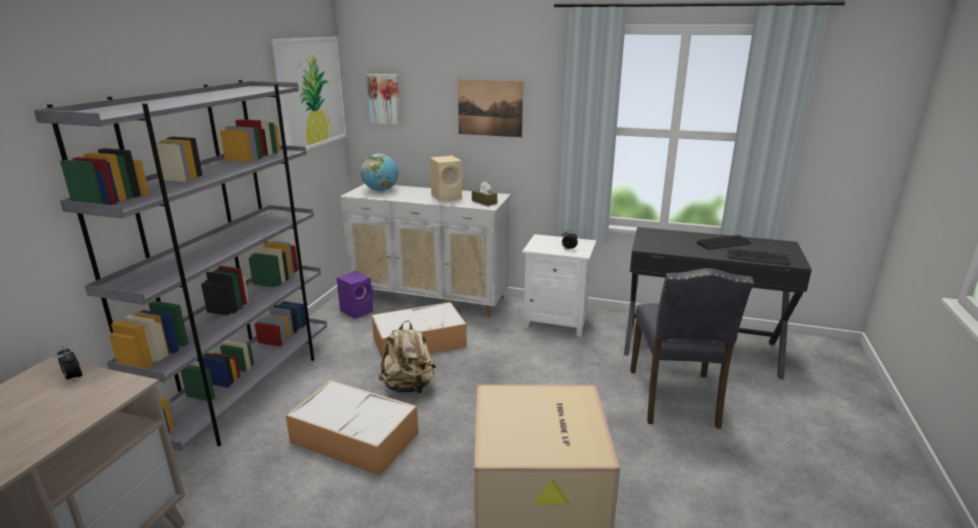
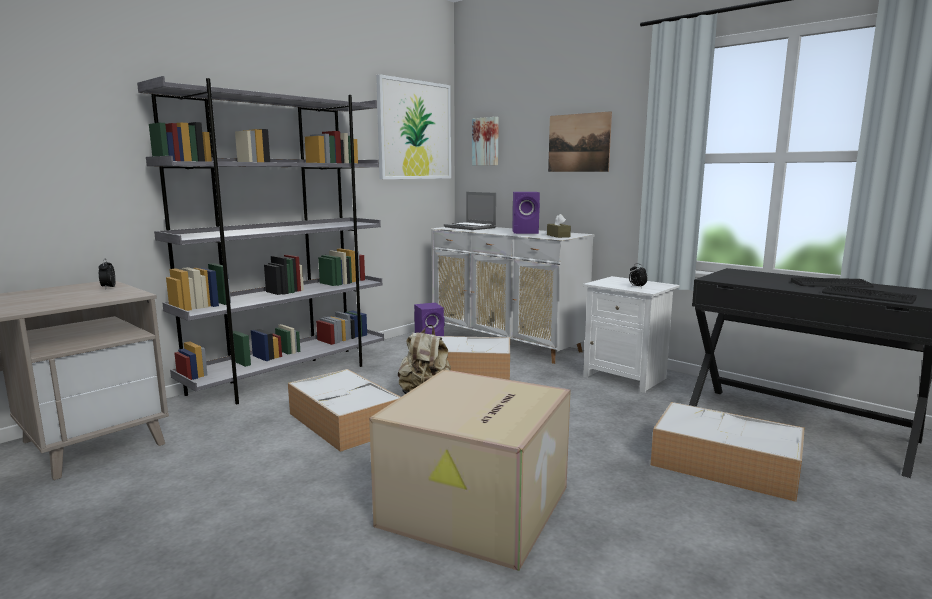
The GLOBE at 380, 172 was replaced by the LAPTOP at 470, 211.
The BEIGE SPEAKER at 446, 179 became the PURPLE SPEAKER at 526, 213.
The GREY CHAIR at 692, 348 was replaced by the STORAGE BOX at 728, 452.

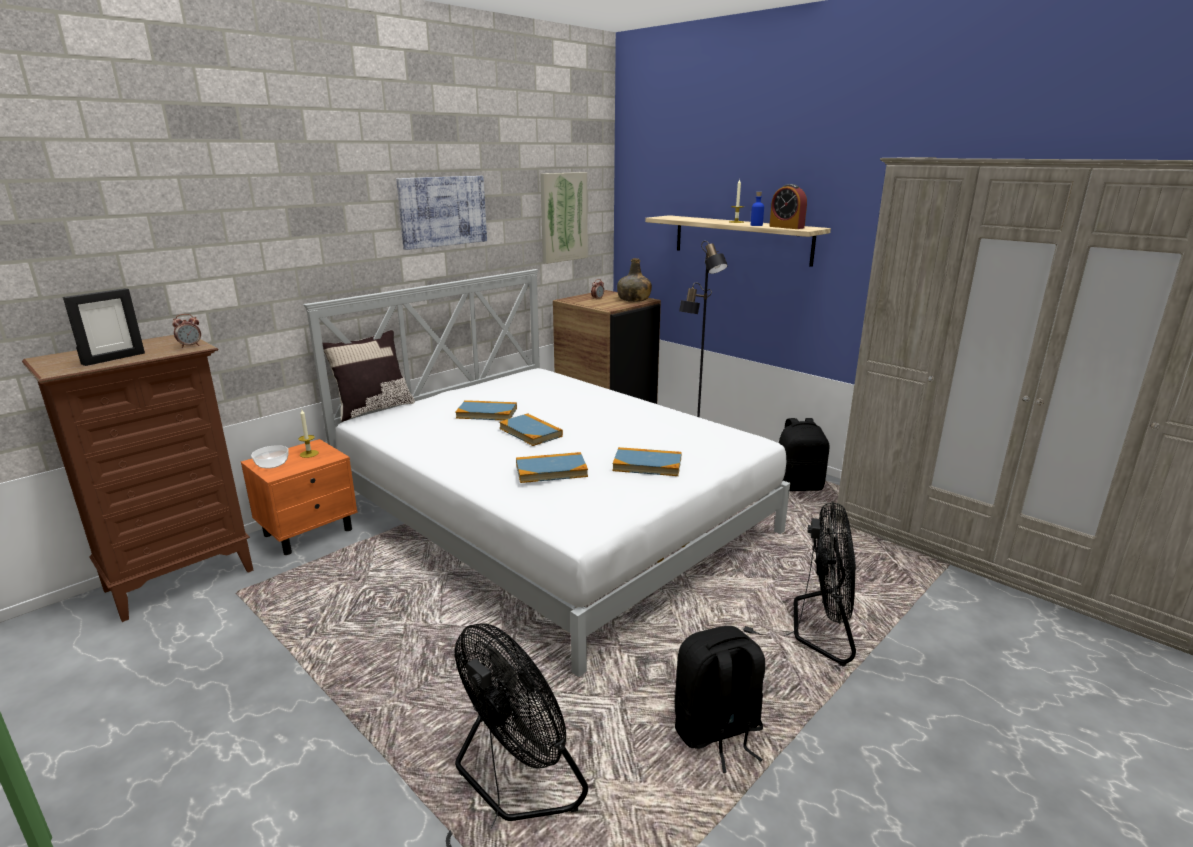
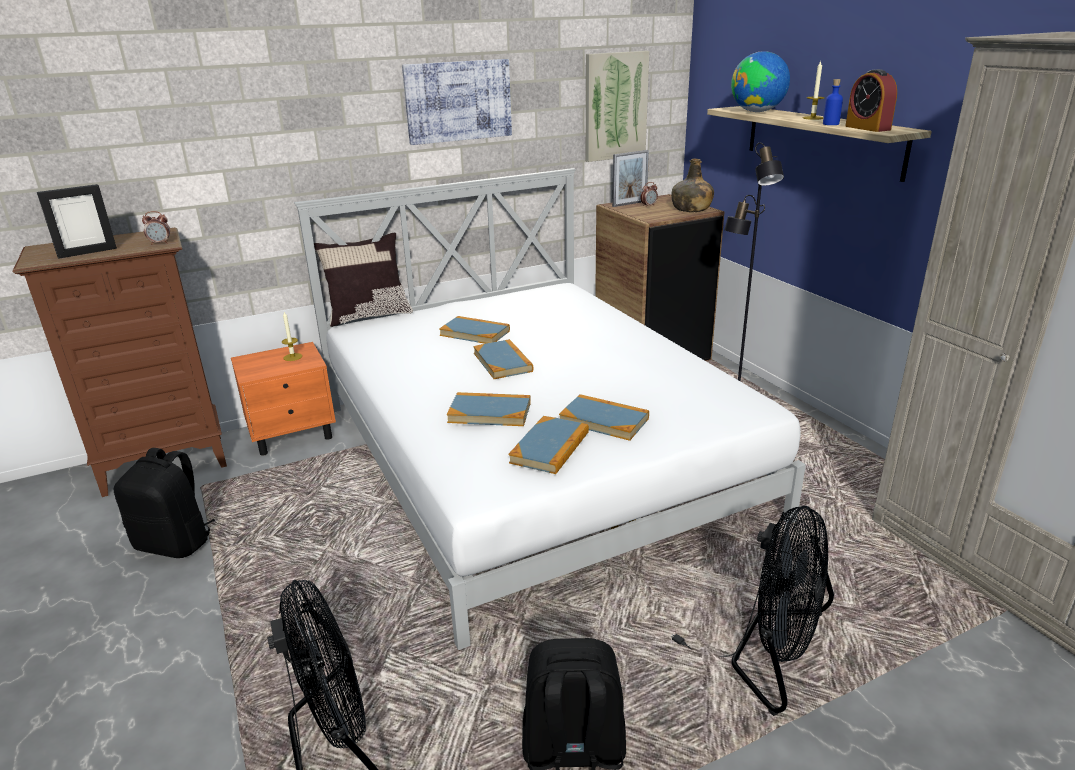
The BLACK BACKPACK moved from 804, 454 to 164, 503.
The BOWL at 270, 457 disappeared.
The GLOBE at 760, 81 appeared.
The PICTURE FRAME at 630, 178 appeared.
The BOOK at 549, 445 appeared.

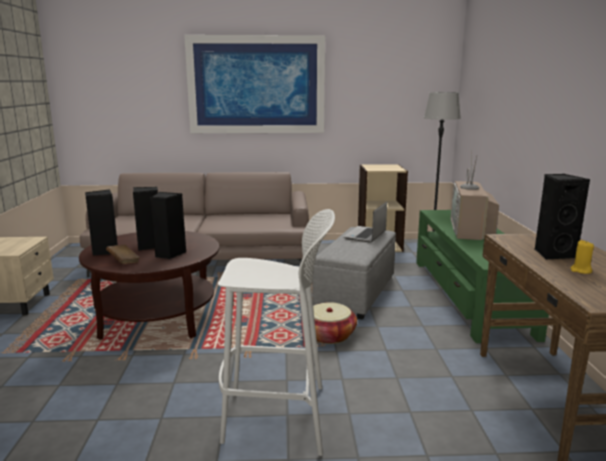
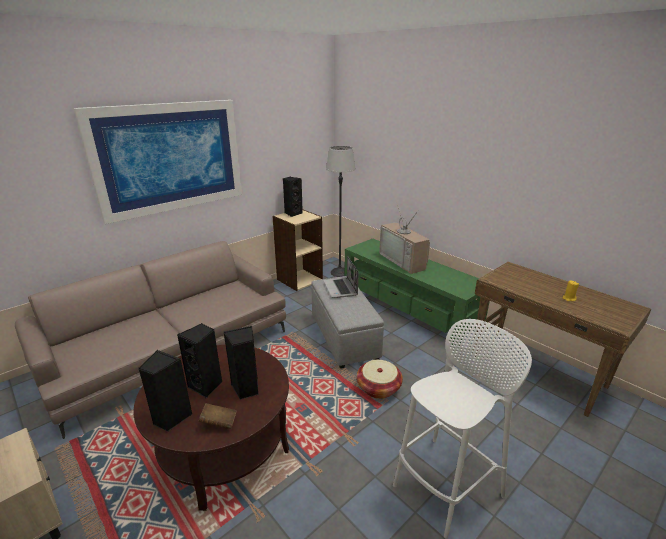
The BLACK SPEAKER moved from 562, 217 to 293, 197.

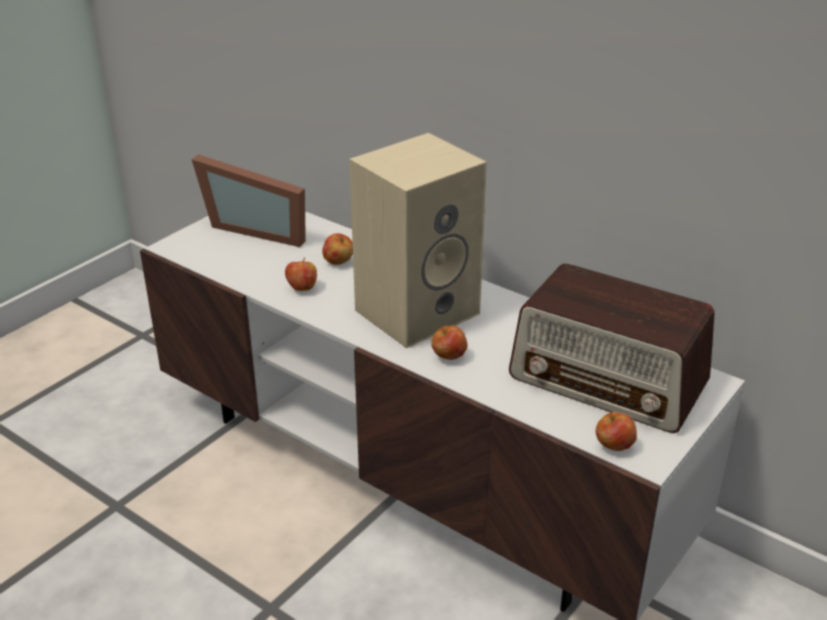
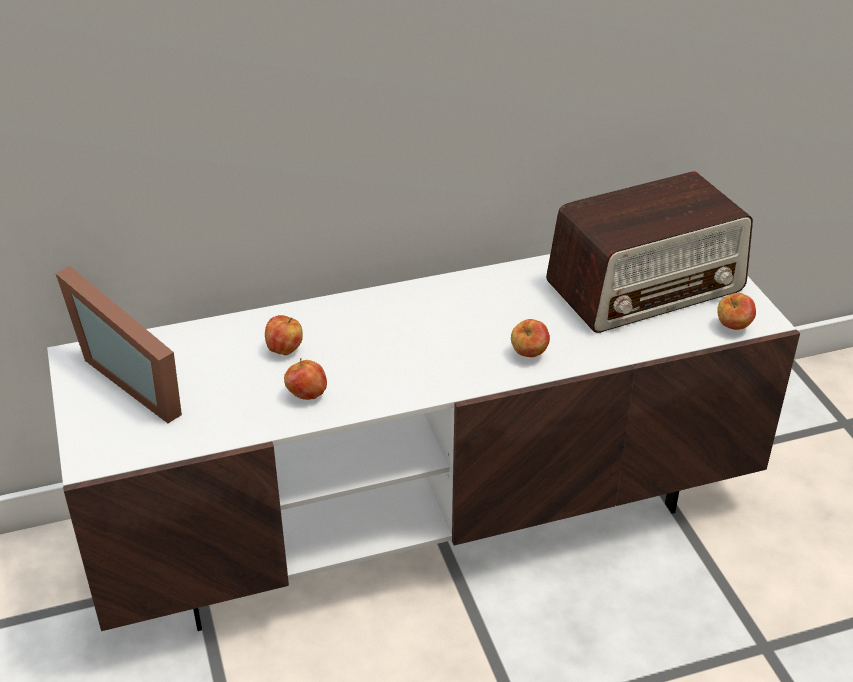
The BEIGE SPEAKER at 418, 240 disappeared.
The PICTURE FRAME at 249, 200 turned 75 degrees clockwise.

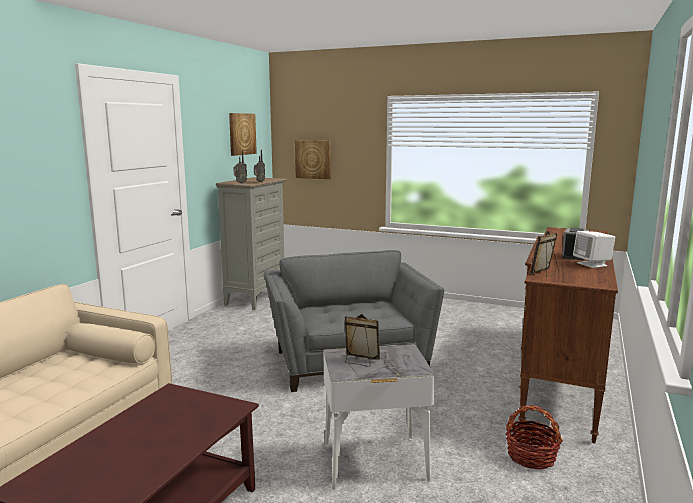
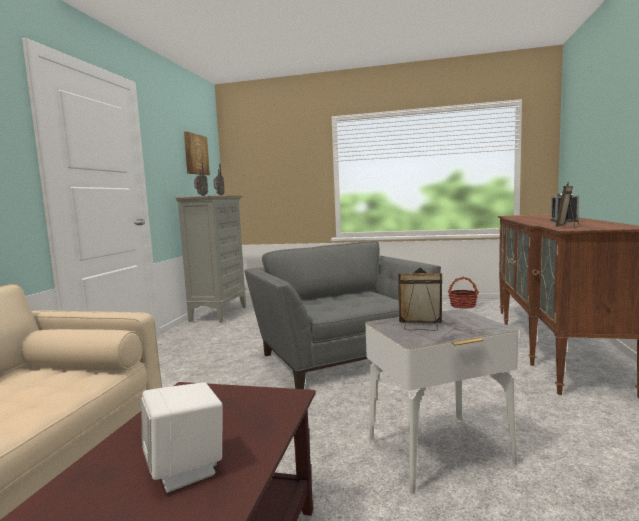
The PICTURE at 313, 159 disappeared.
The WHITE SPEAKER moved from 594, 249 to 182, 437.
The BASKET moved from 534, 437 to 463, 293.

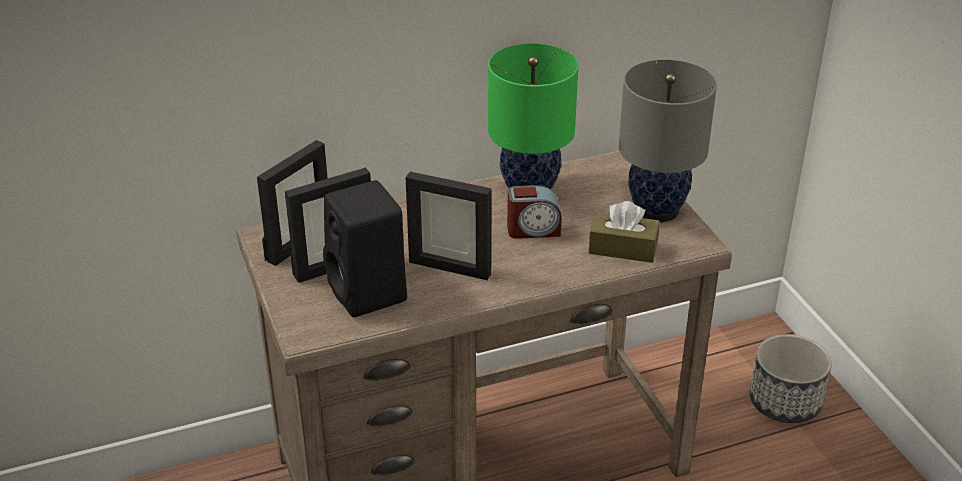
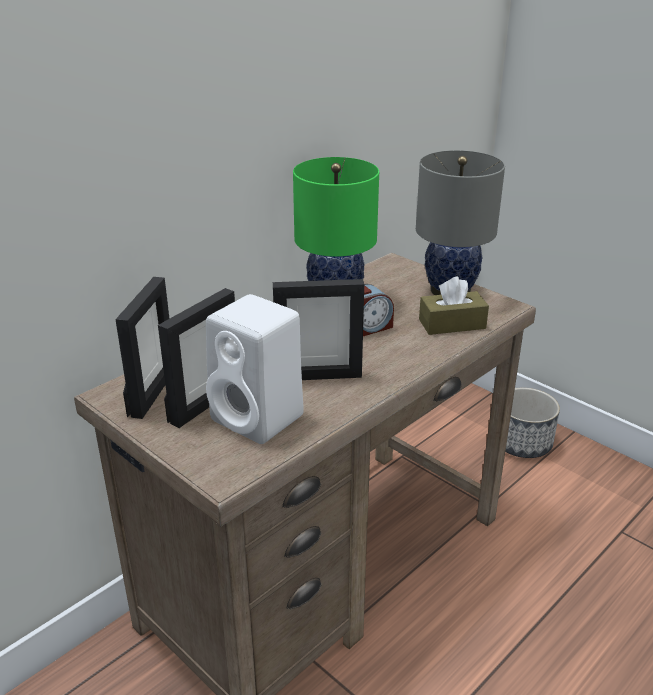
The BLACK SPEAKER at 365, 248 became the WHITE SPEAKER at 255, 369.

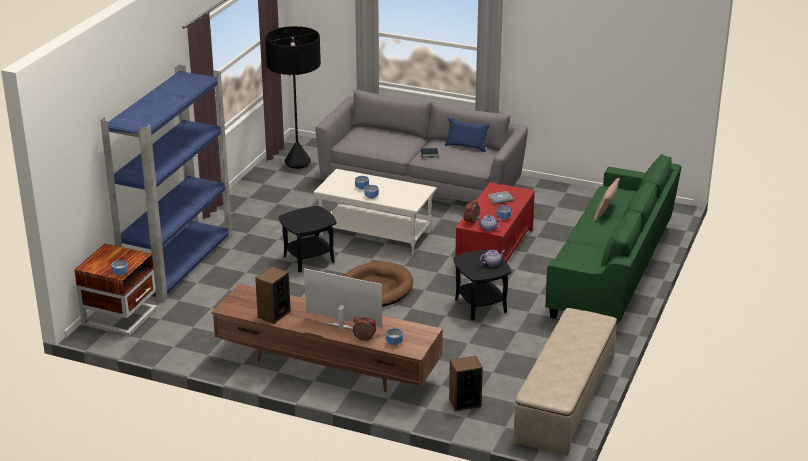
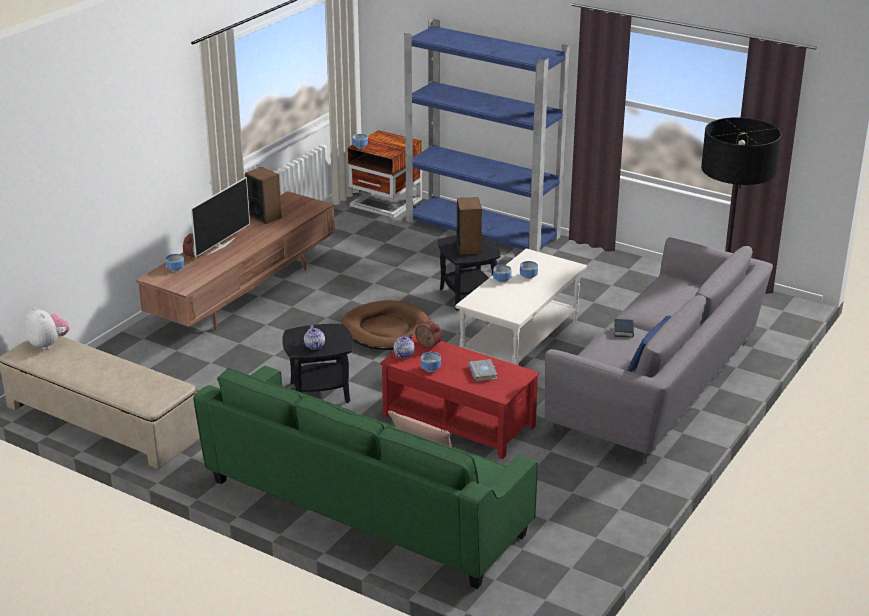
The SPEAKER moved from 466, 383 to 469, 226.
The PLUSH TOY at 47, 328 appeared.

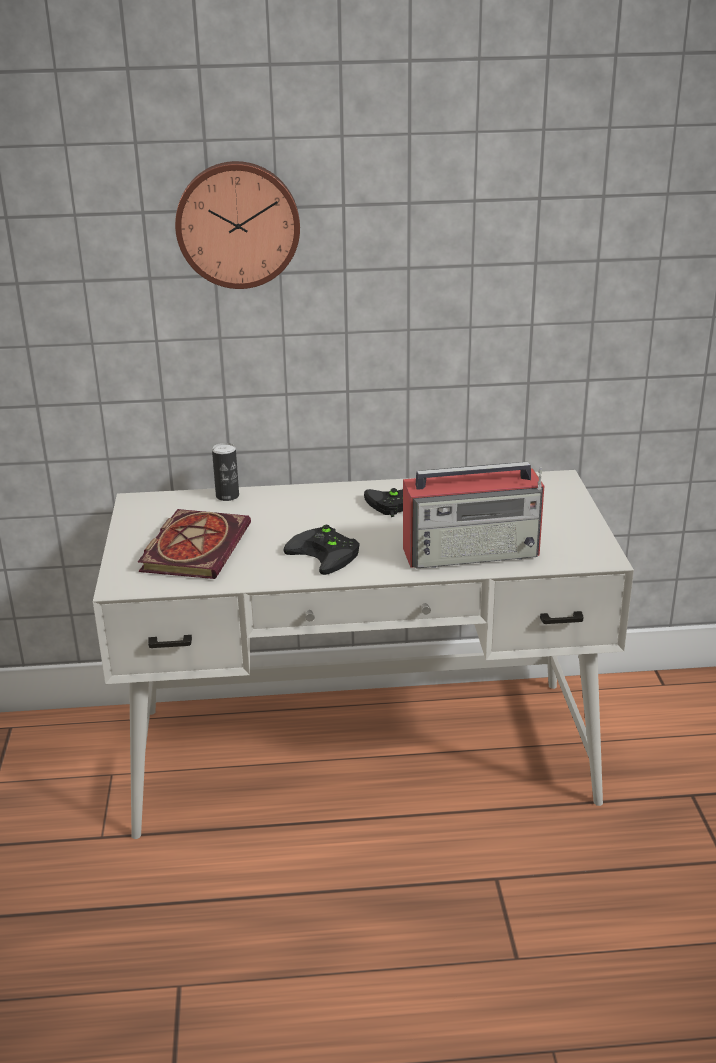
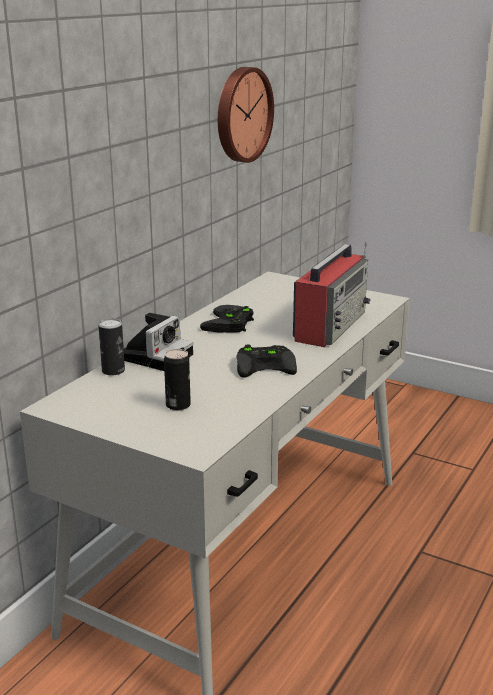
The WALL CLOCK moved from 237, 225 to 246, 115.
The BOOK at 194, 544 was replaced by the CAN at 177, 380.
The PHOTO CAMERA at 158, 342 appeared.

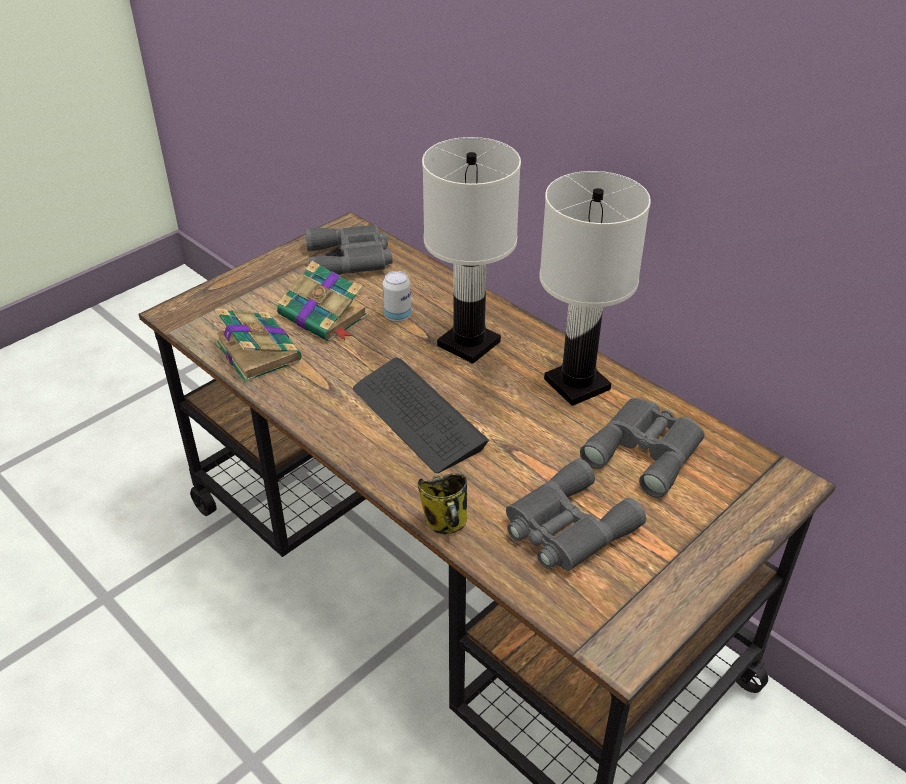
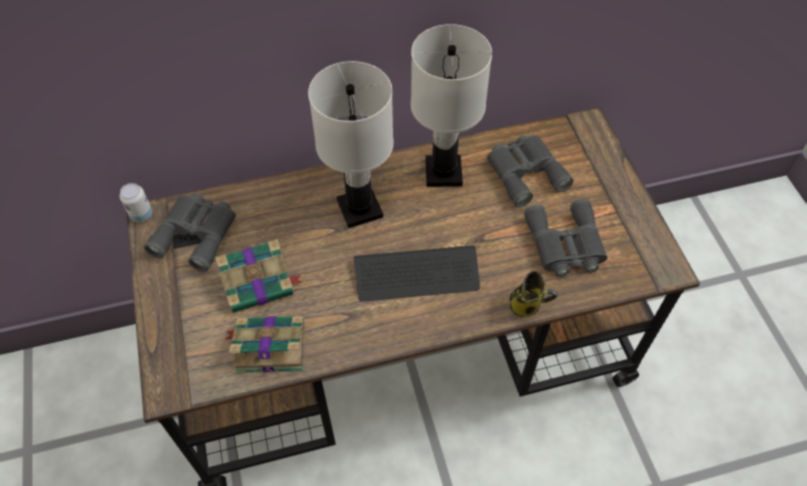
The CAN moved from 397, 296 to 136, 202.

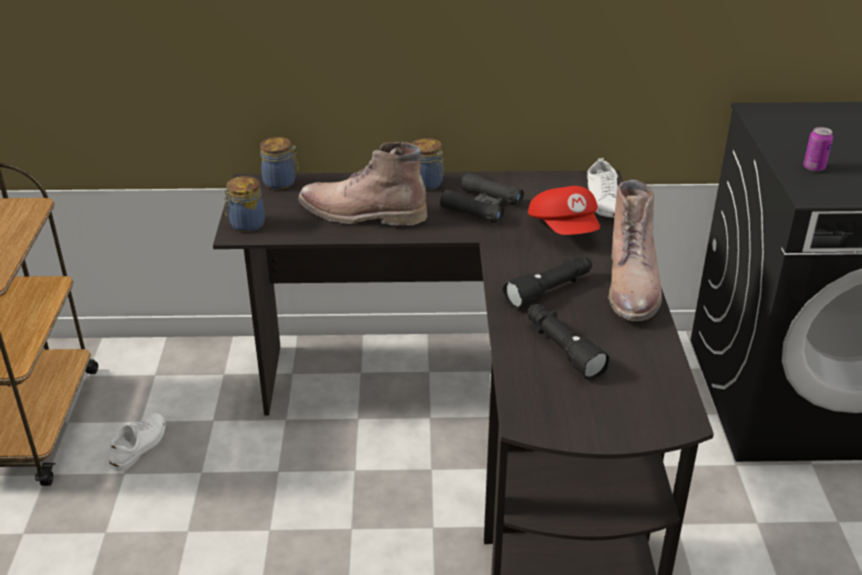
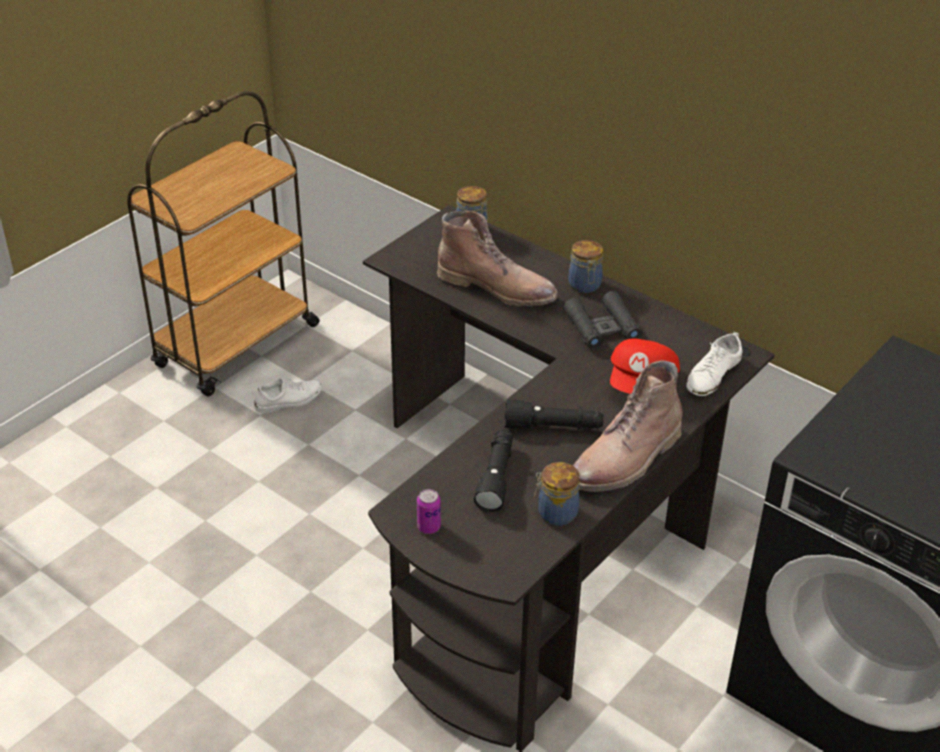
The CAN moved from 818, 149 to 429, 511.
The BROWN BOOT at 362, 183 turned 150 degrees clockwise.
The JAR moved from 244, 204 to 557, 494.

